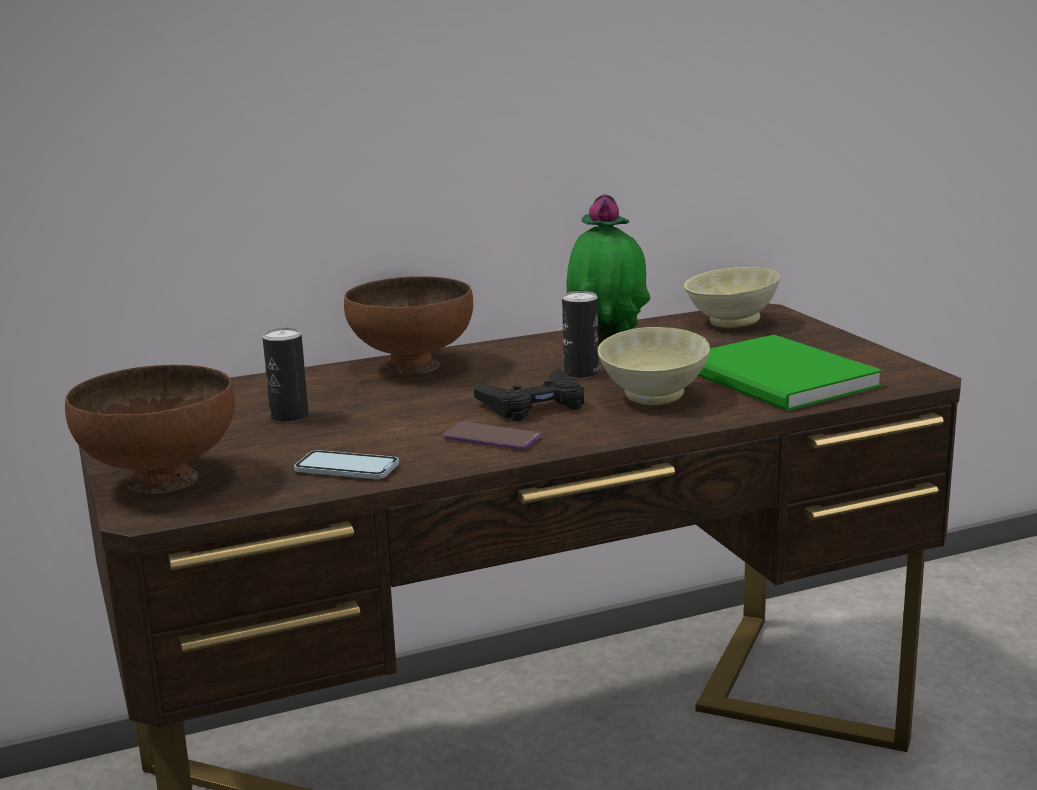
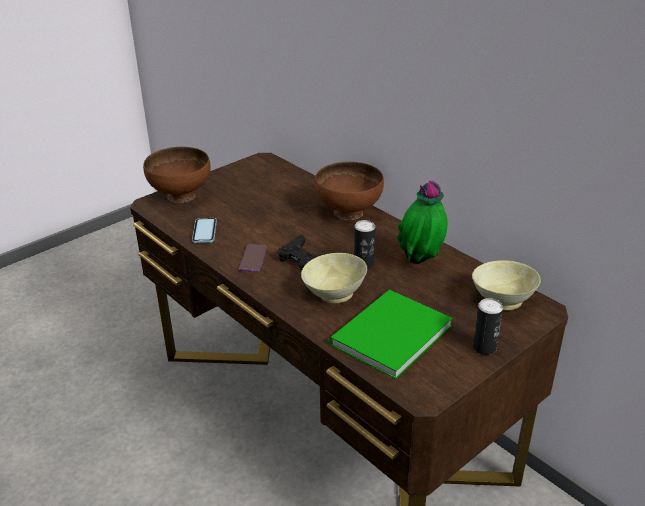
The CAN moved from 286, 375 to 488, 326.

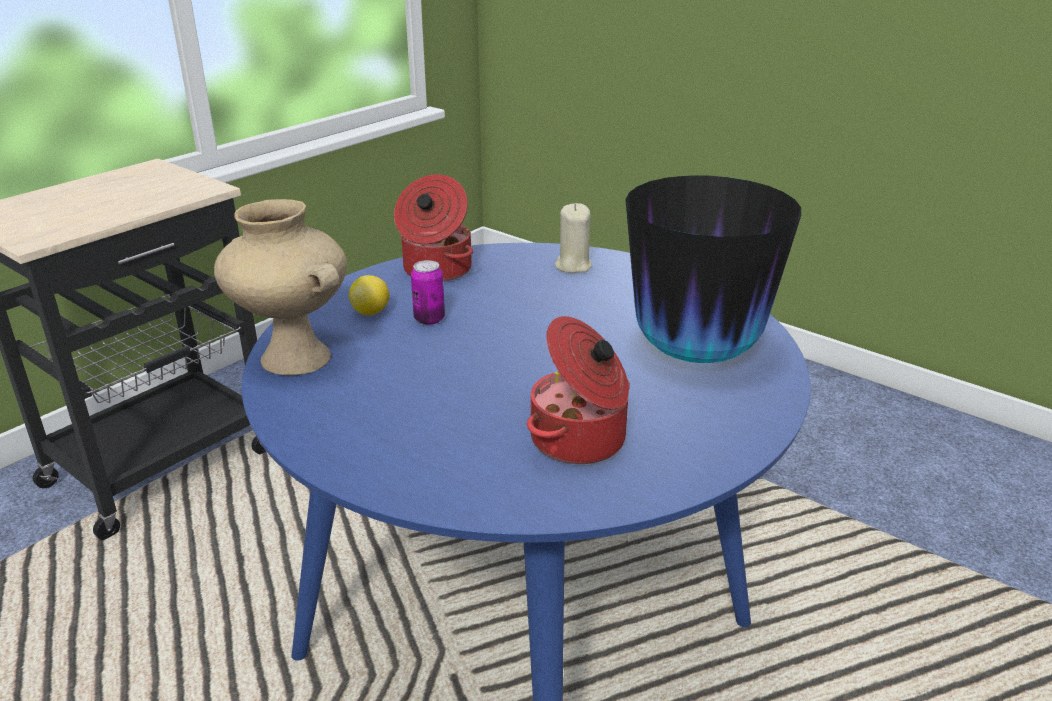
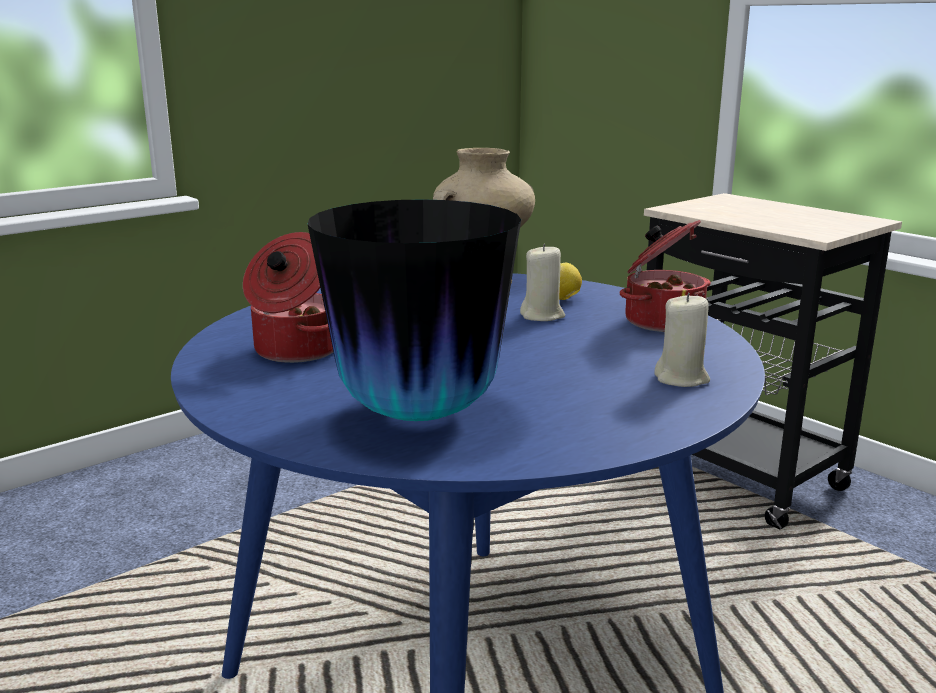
The CAN at 428, 292 was replaced by the BEIGE CANDLE at 542, 282.

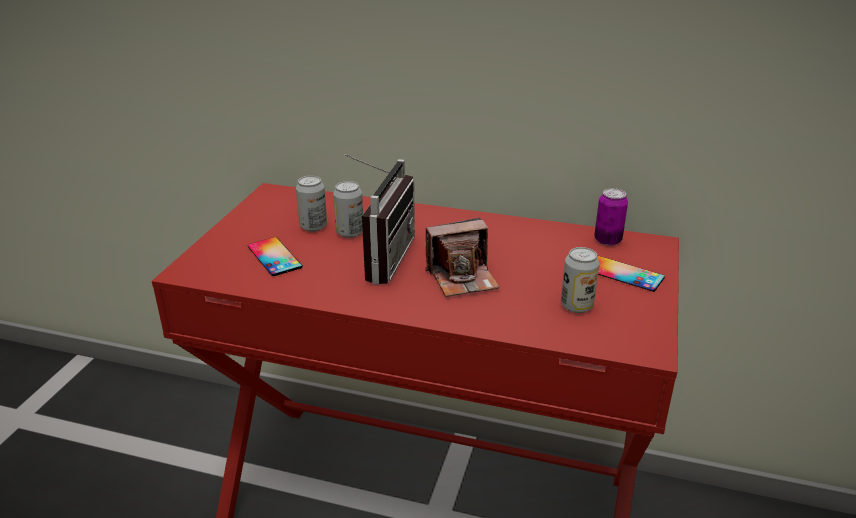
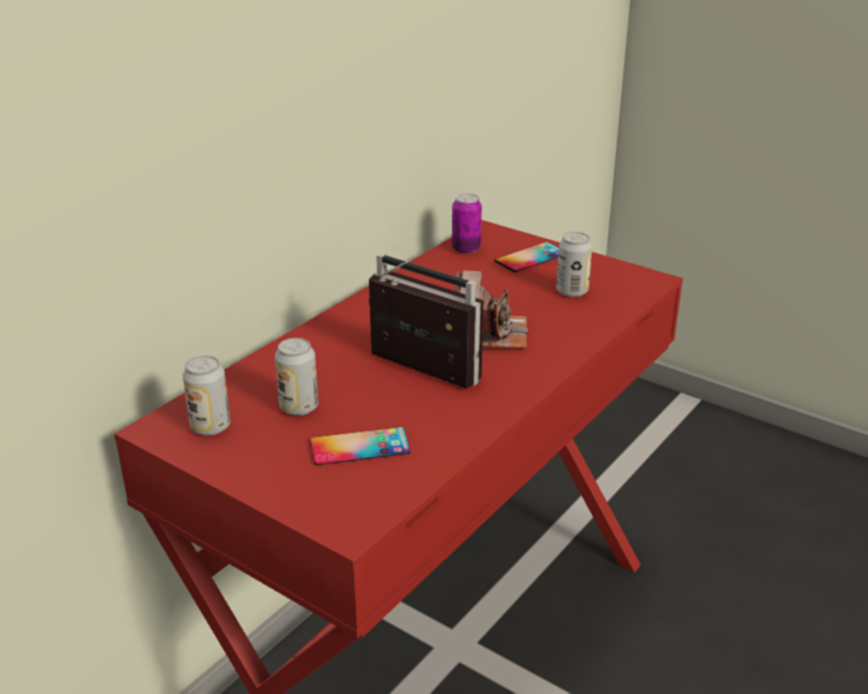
The CAN moved from 348, 209 to 206, 396.

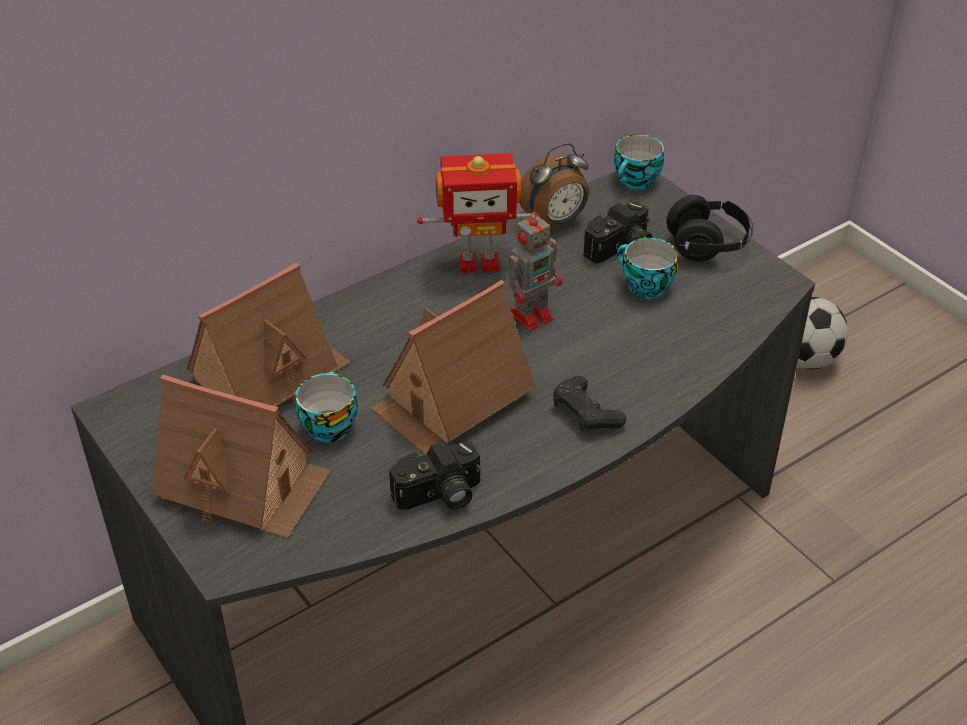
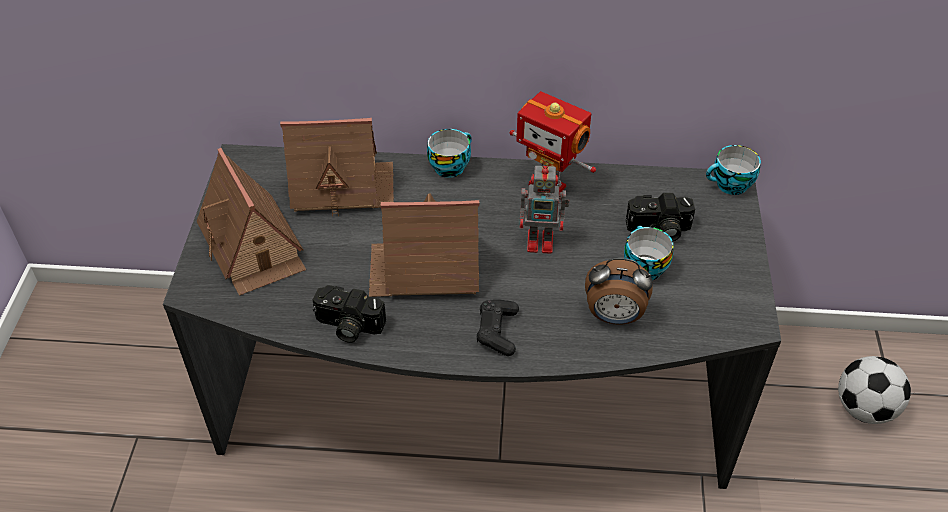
The ALARM CLOCK moved from 554, 184 to 619, 291.
The BLACK HEADPHONES at 710, 228 disappeared.
The CUP moved from 326, 407 to 449, 153.

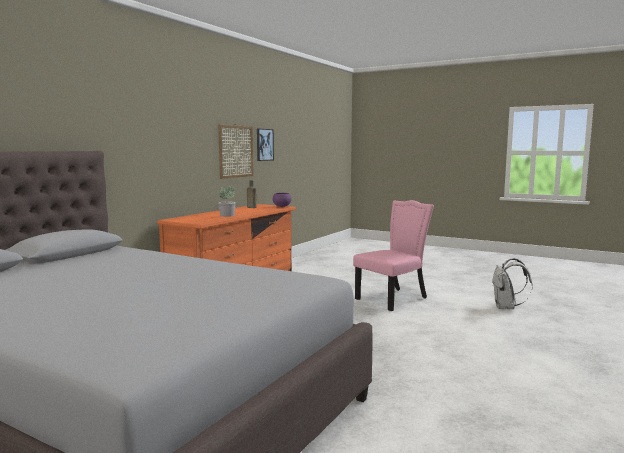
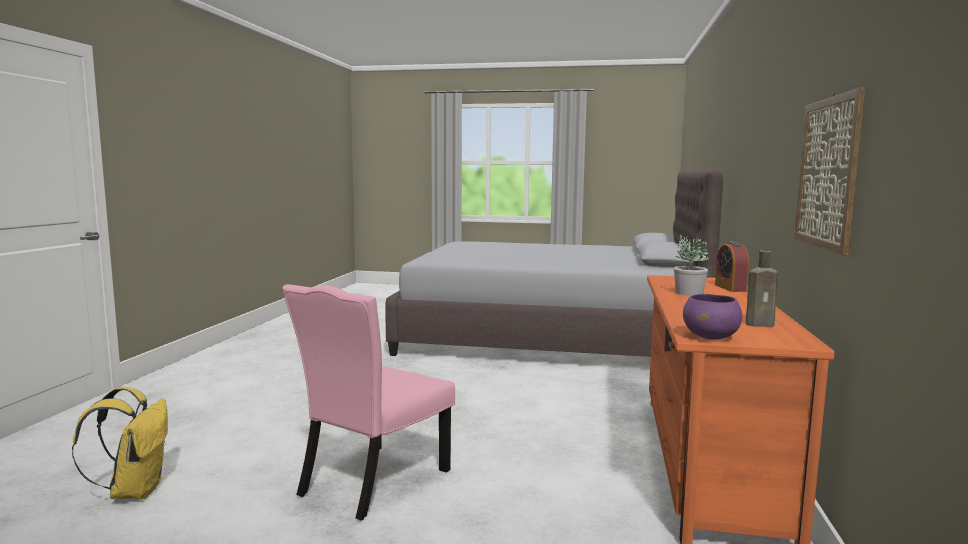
The PICTURE at 265, 145 disappeared.
The WHITE BACKPACK at 512, 283 became the YELLOW BACKPACK at 120, 443.
The ALARM CLOCK at 732, 266 appeared.

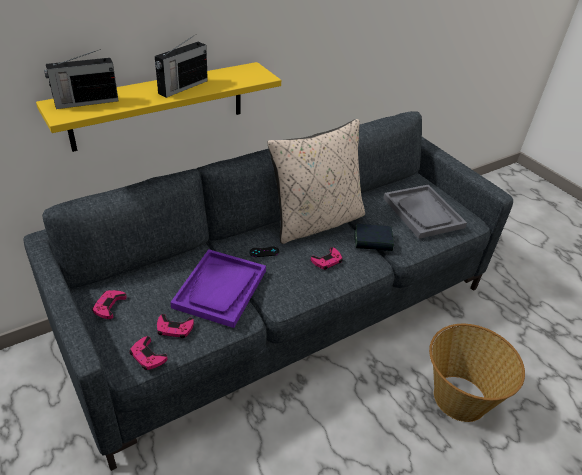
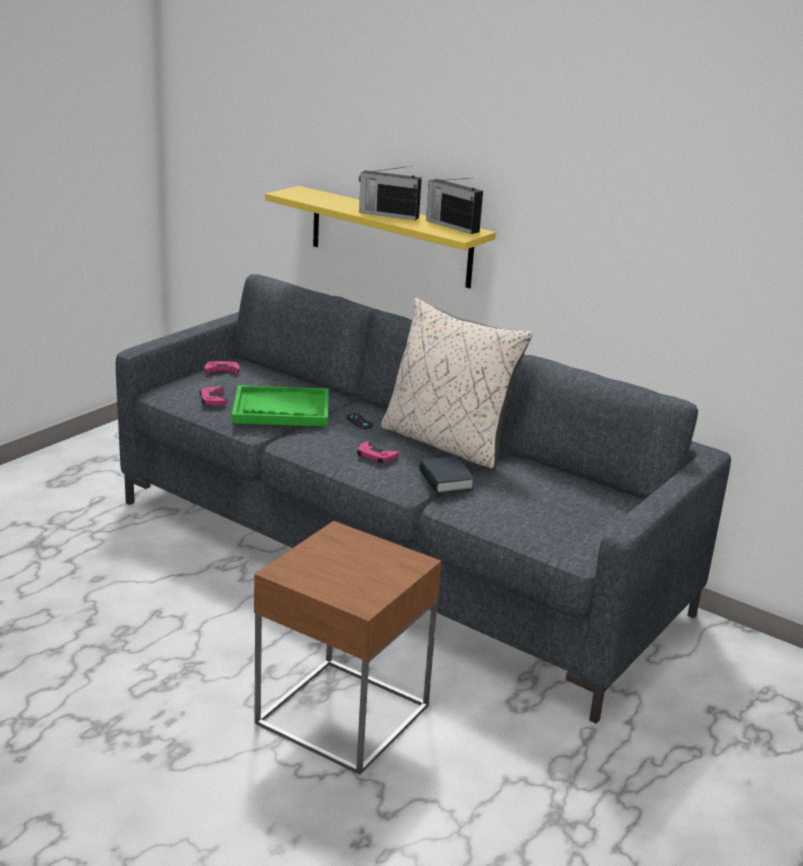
The RADIO moved from 81, 79 to 454, 206.
The GREY TRAY at 425, 212 disappeared.
The PURPLE TRAY at 218, 288 became the GREEN TRAY at 280, 405.
The BASKET at 477, 373 was replaced by the BROWN SIDE TABLE at 348, 648.
The PINK GAME CONTROLLER at 148, 353 disappeared.

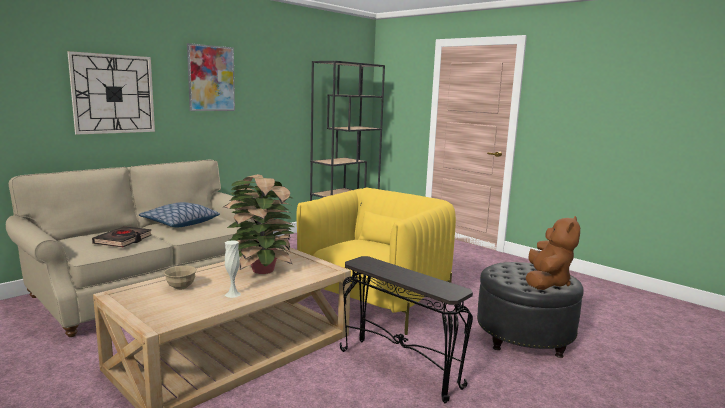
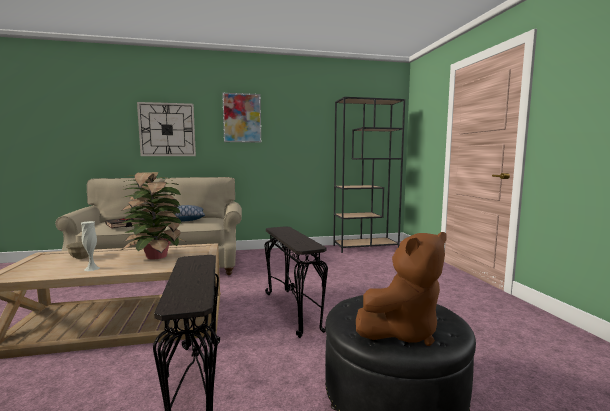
The YELLOW ARMCHAIR at 376, 261 was replaced by the BLACK SIDE TABLE at 296, 282.

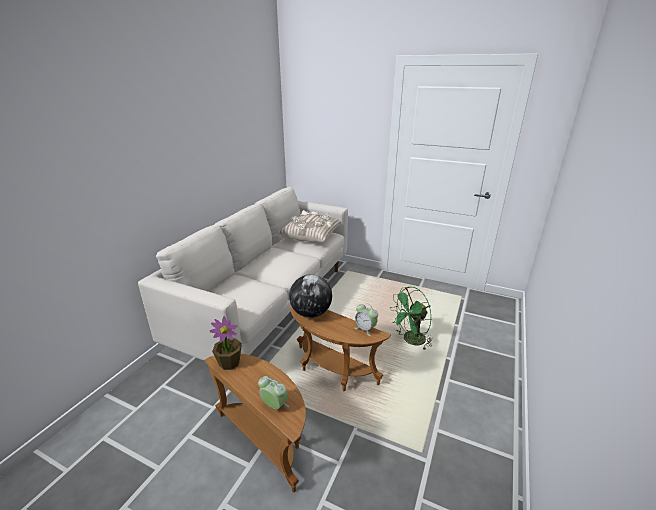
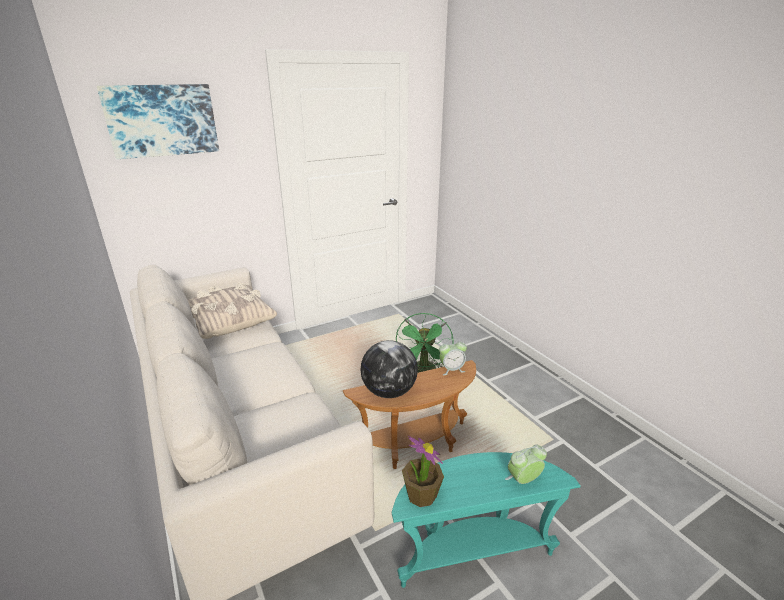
The BROWN SIDE TABLE at 255, 423 became the TURQUOISE SIDE TABLE at 486, 520.
The PICTURE at 158, 121 appeared.

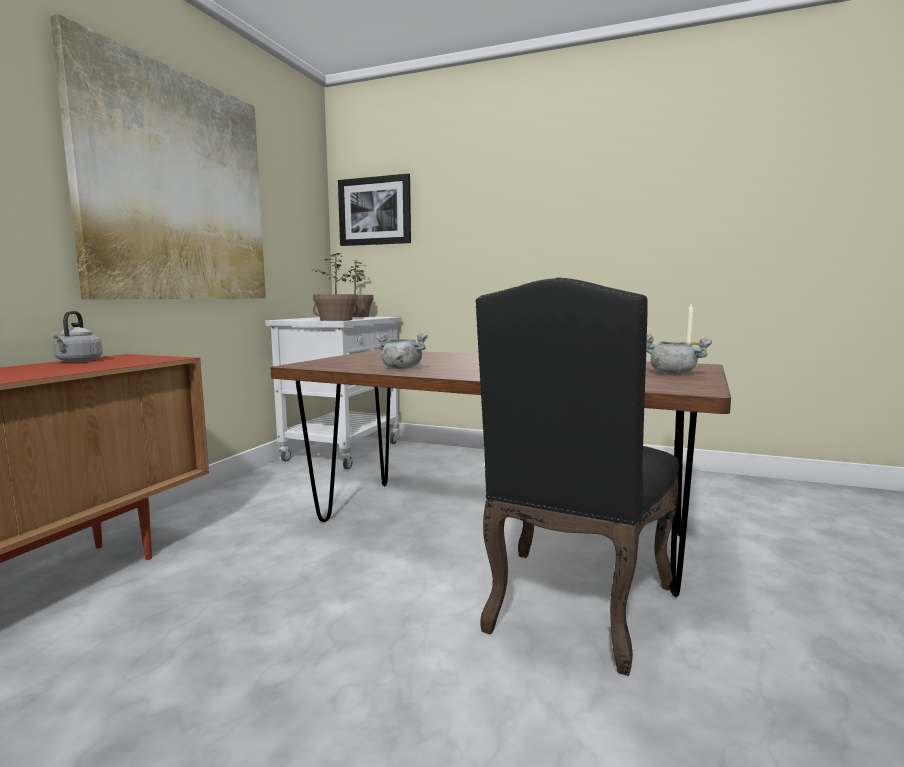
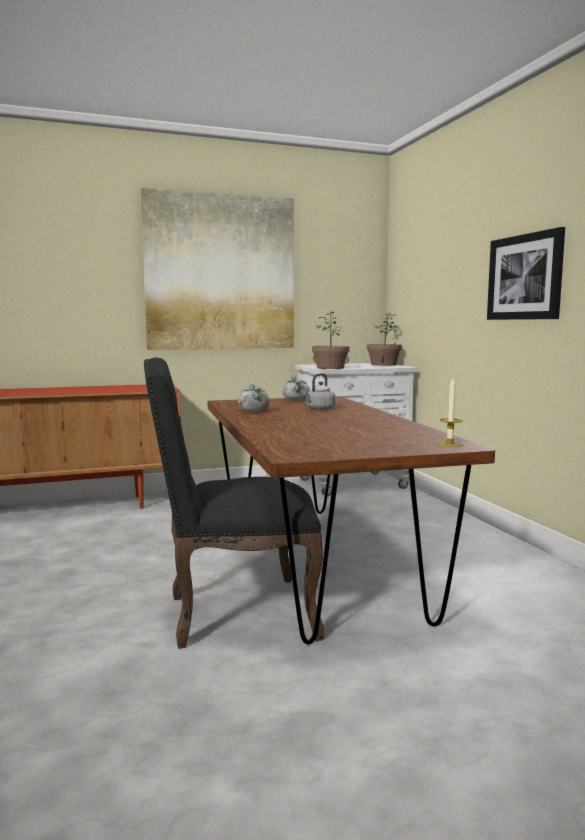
The PICTURE moved from 374, 210 to 526, 273.
The GREY KETTLE moved from 78, 336 to 319, 391.
The GREY COOKING POT moved from 679, 354 to 296, 388.

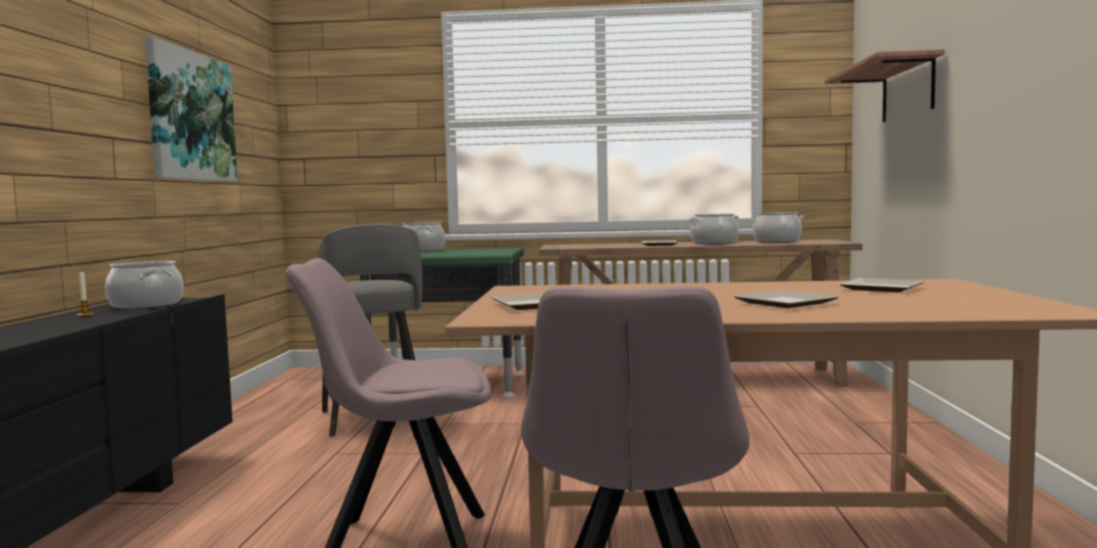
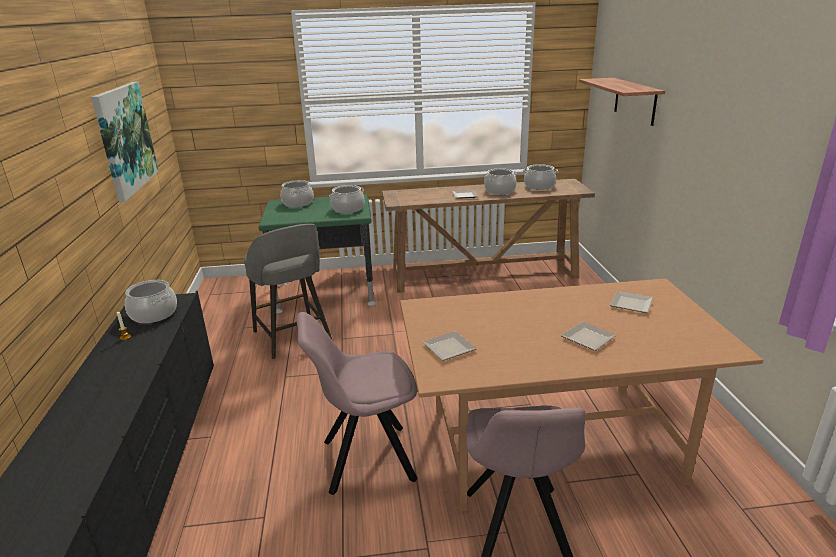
The COOKING POT at 346, 199 appeared.

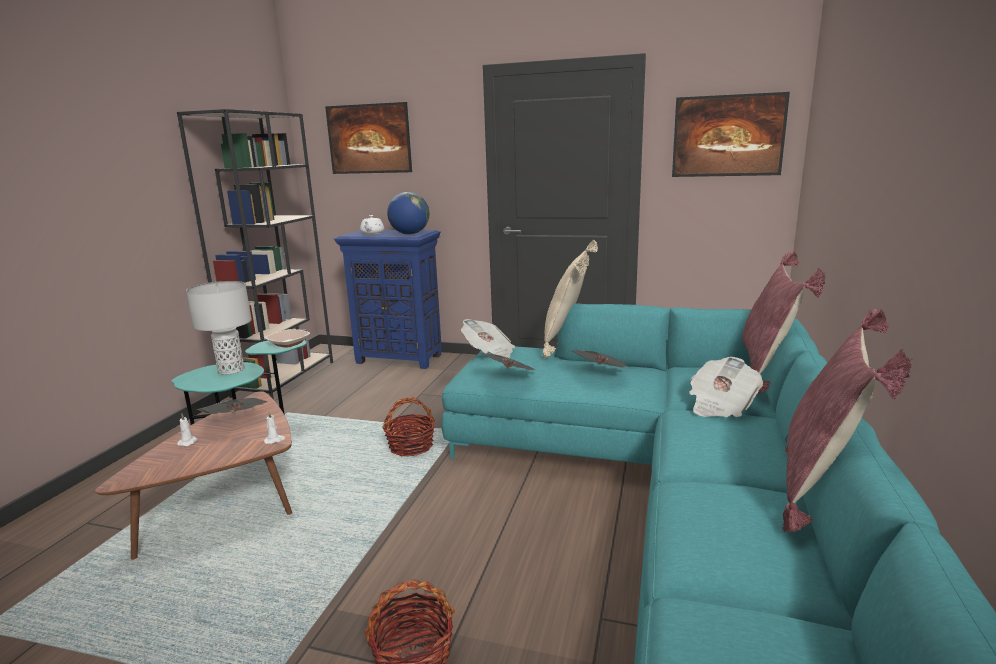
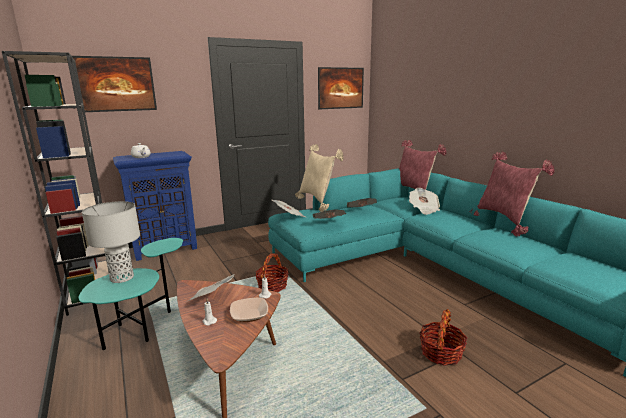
The GLOBE at 408, 213 disappeared.
The BOWL moved from 287, 338 to 249, 310.

